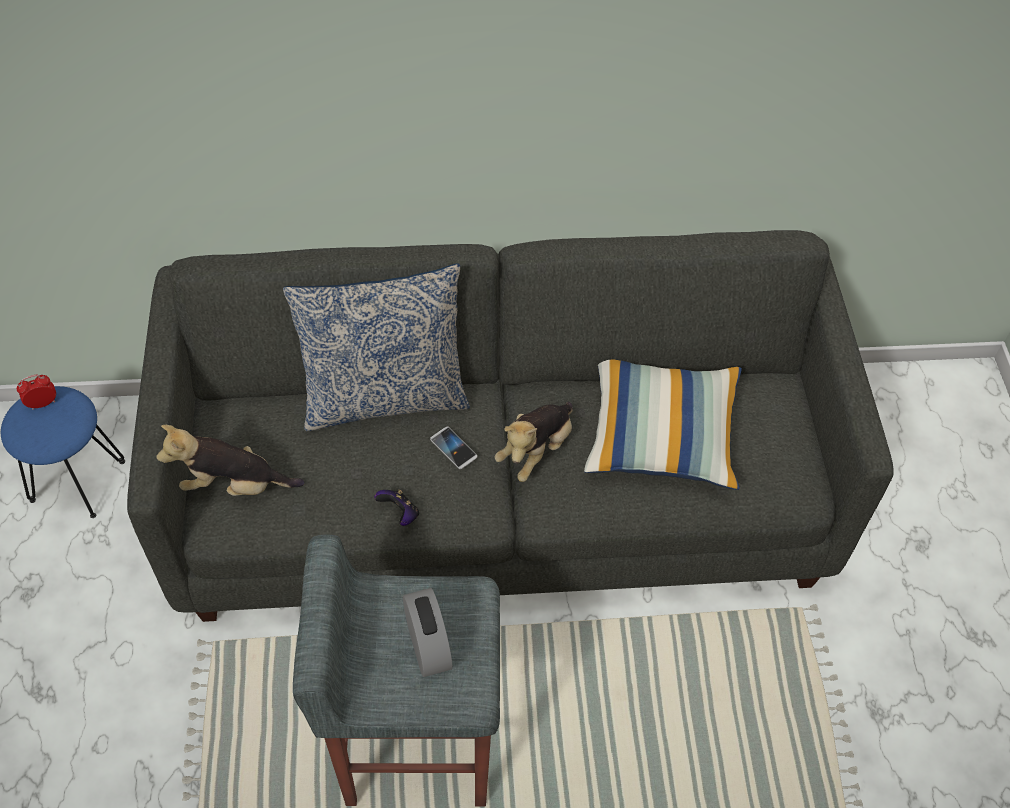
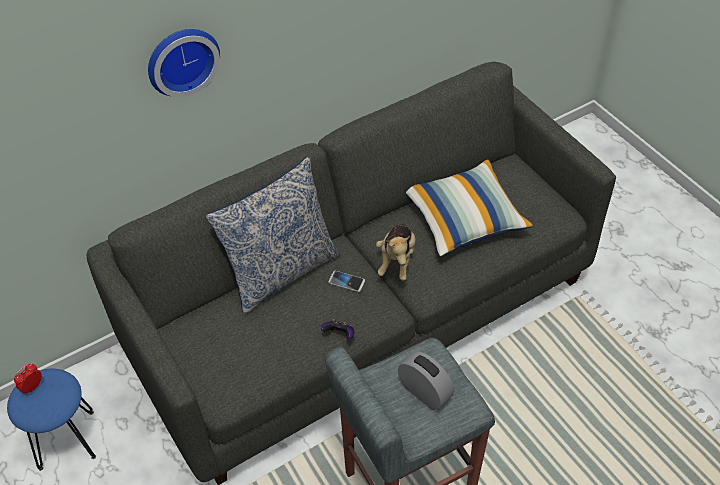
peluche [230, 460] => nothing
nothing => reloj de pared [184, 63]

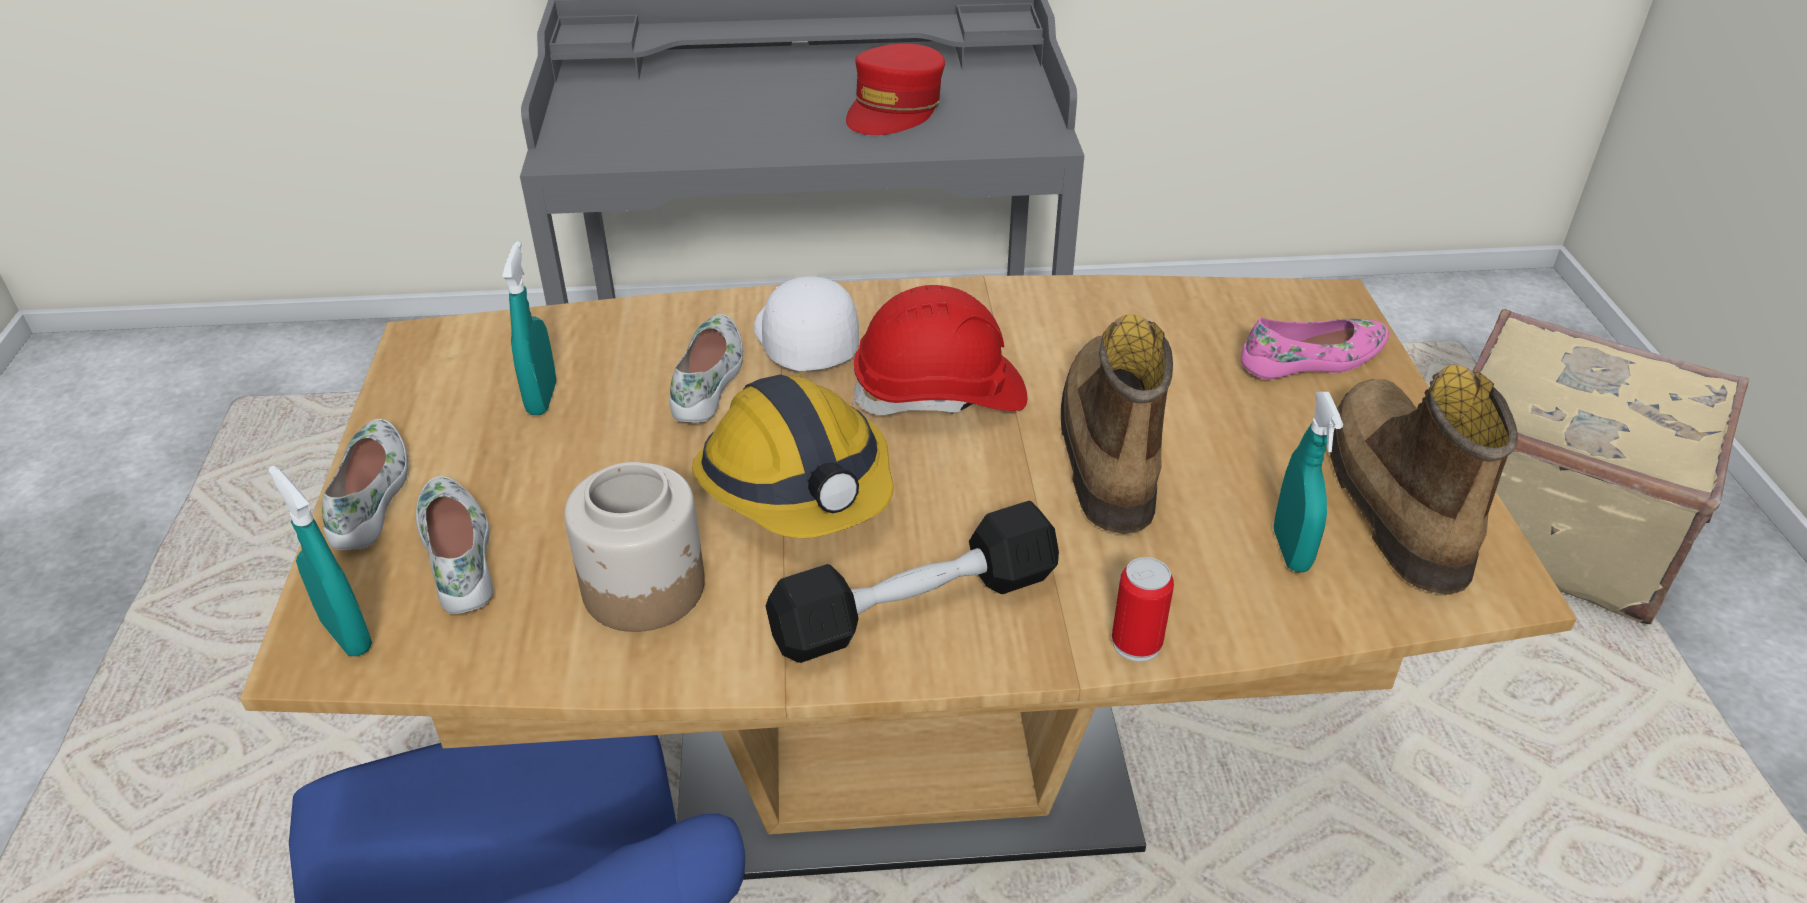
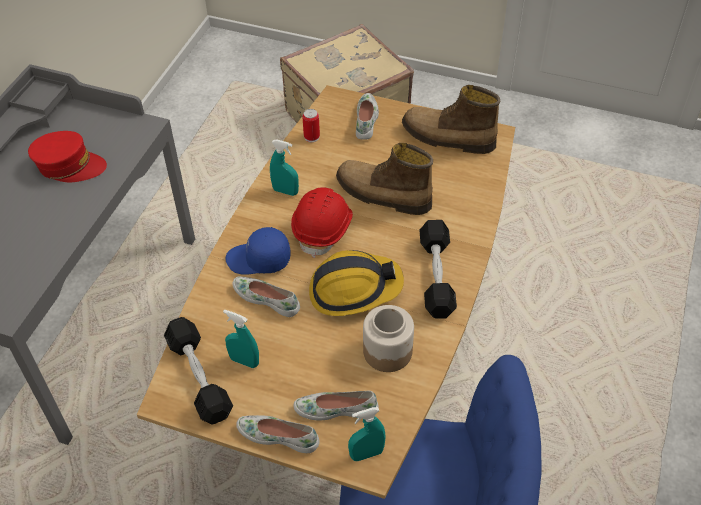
gorra [blanco] [806, 323] => gorra [azul] [258, 251]
gorra [rojo] [895, 89] => gorra [rojo] [67, 157], 45 degrees counterclockwise
lata [1143, 609] => lata [311, 125], moved
zapato [rosa] [1315, 348] => zapato [blanco] [367, 116]
pulverizador [turquesa] [1308, 482] => pulverizador [turquesa] [284, 167], moved
nothing => mancuerna [negro] [198, 370]

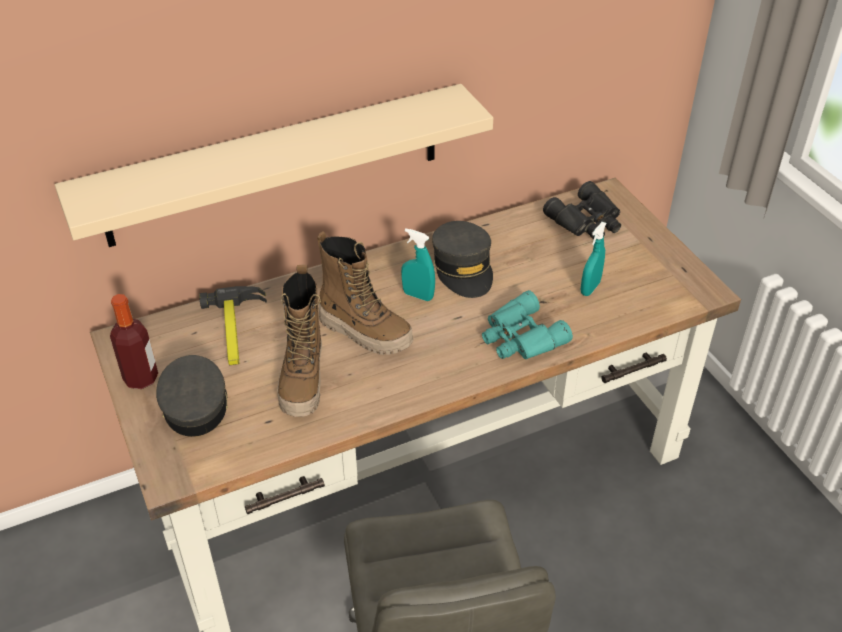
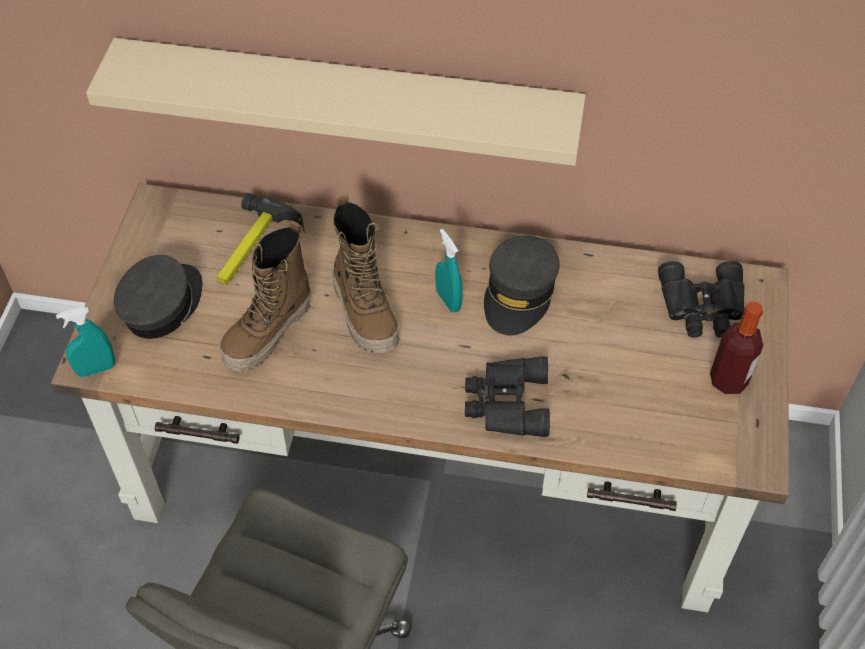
botella [134, 341] => botella [736, 348], moved
prismáticos [turquesa] [527, 324] => prismáticos [negro] [507, 396]
pulverizador [turquesa] [594, 259] => pulverizador [turquesa] [85, 342], moved

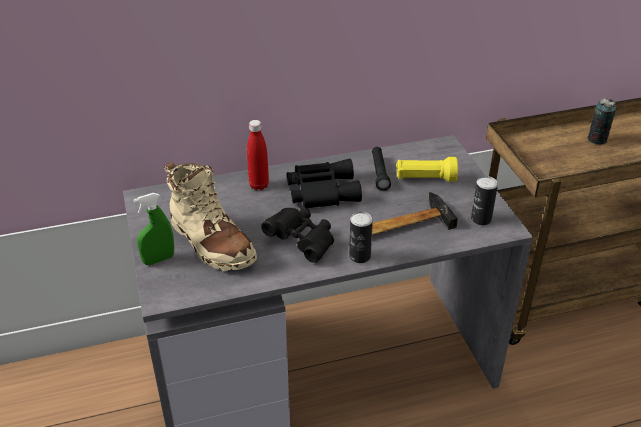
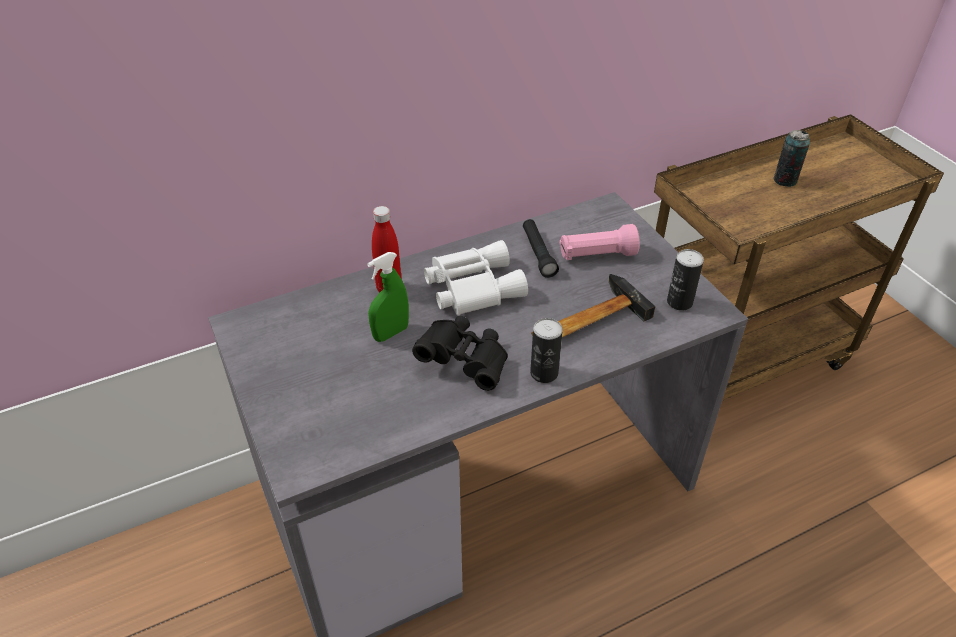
pulverizador [verde] [153, 229] => pulverizador [verde] [388, 297], moved
bota [beis] [210, 216] => nothing
prismáticos [negro] [324, 183] => prismáticos [blanco] [476, 278]
linterna [amarillo] [427, 169] => linterna [rosa] [599, 242]

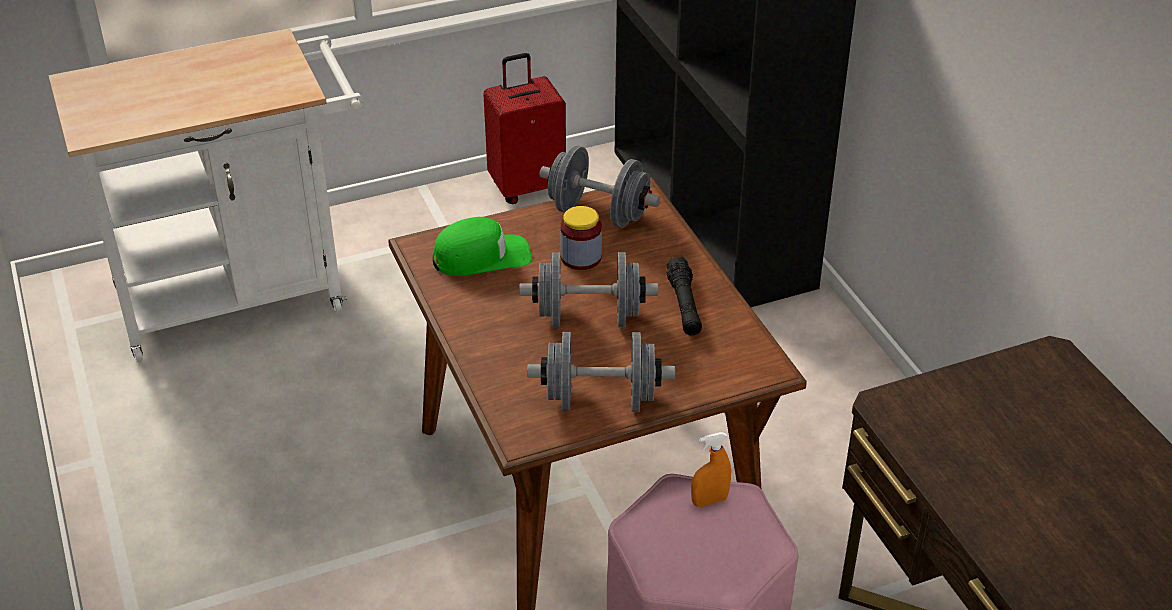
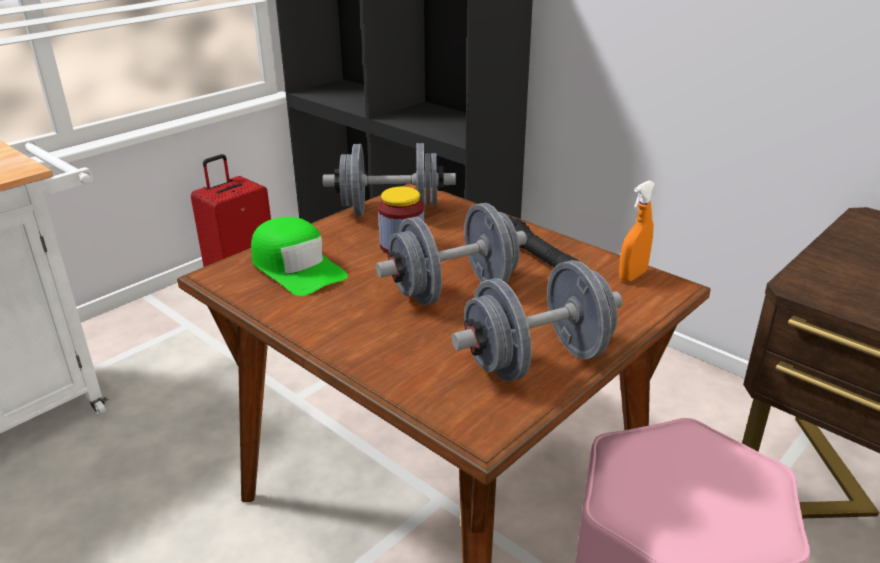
gorra [verde] [482, 246] => gorra [verde] [299, 256], 90 degrees clockwise
pulverizador [naranja] [711, 469] => pulverizador [naranja] [637, 231], moved

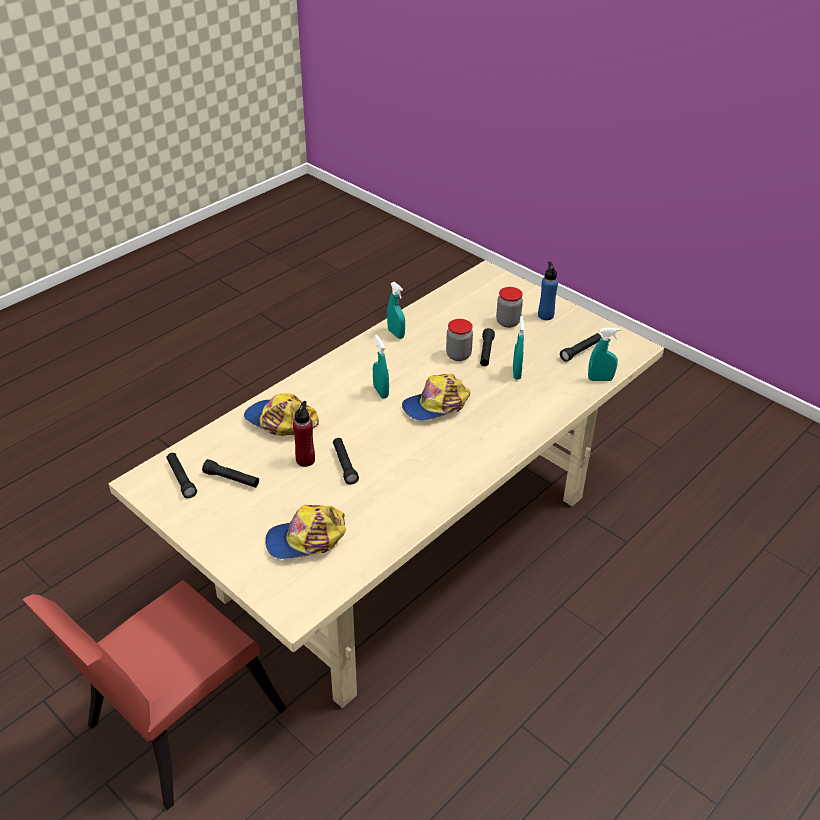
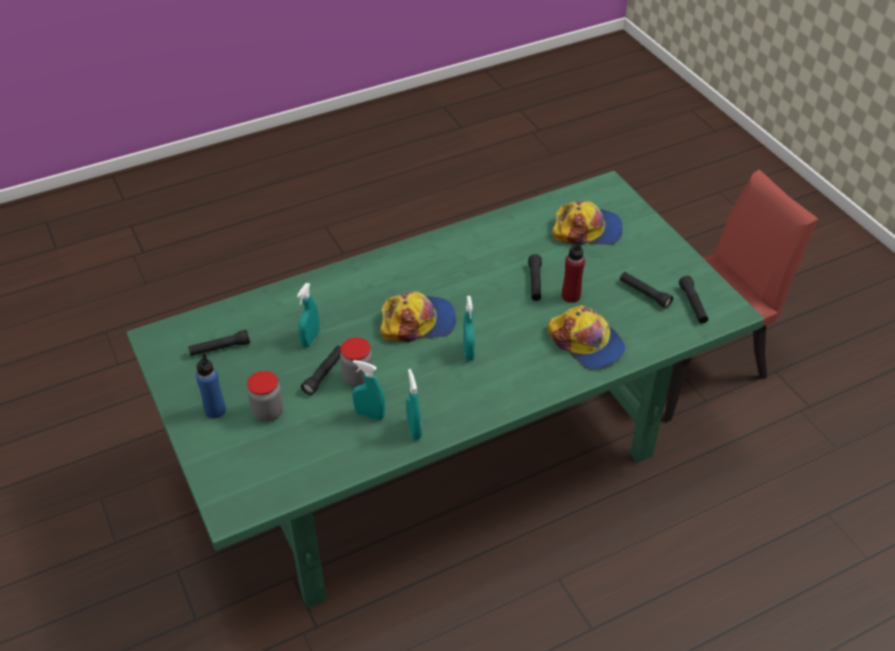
mesa de comedor [beis] [386, 484] => mesa de comedor [verde] [445, 389]
pulverizador [turquesa] [604, 354] => pulverizador [turquesa] [368, 390], moved

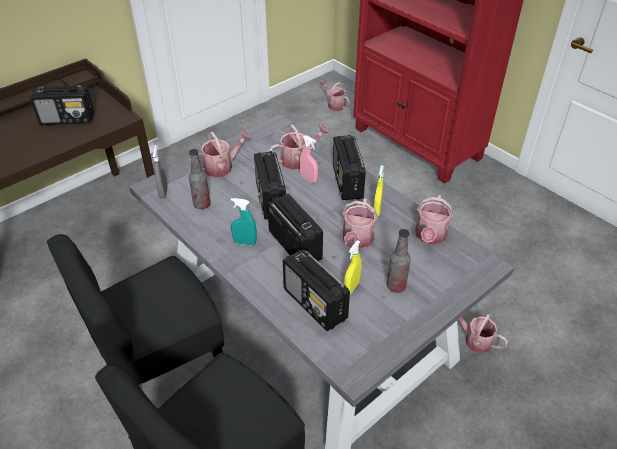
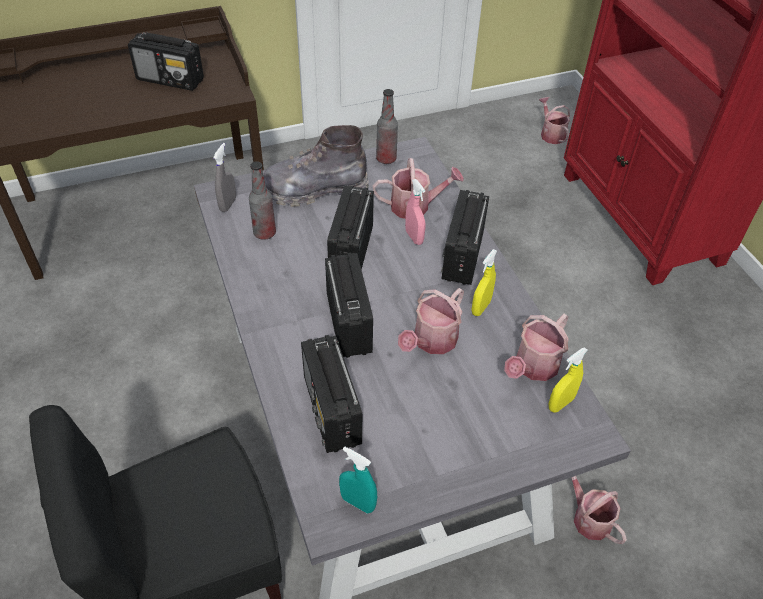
silla [negro] [135, 309] => nothing
regadera [220, 153] => bota [gris] [316, 166]
pulverizador [turquesa] [244, 221] => pulverizador [turquesa] [358, 480], moved
pulverizador [amarillo] [352, 267] => pulverizador [amarillo] [568, 380], moved
botella [399, 261] => botella [387, 126], moved

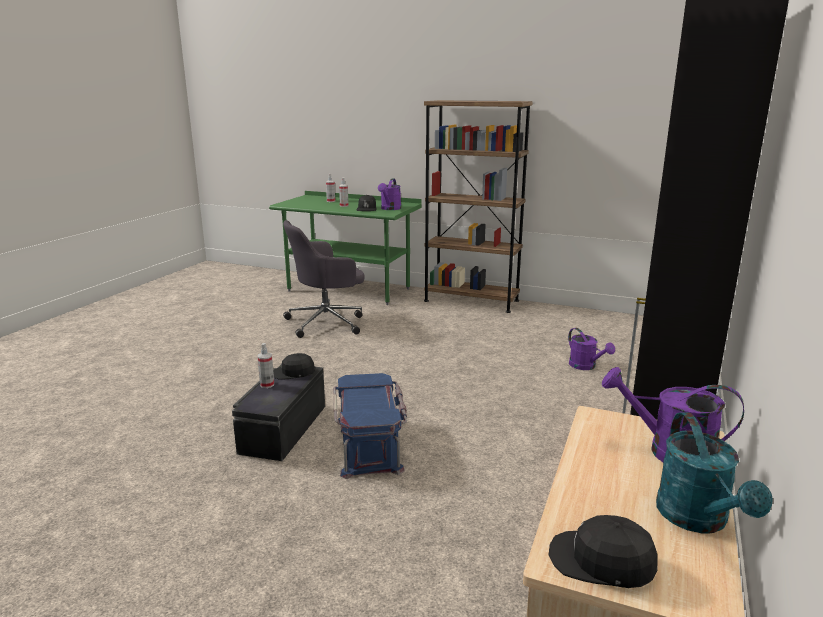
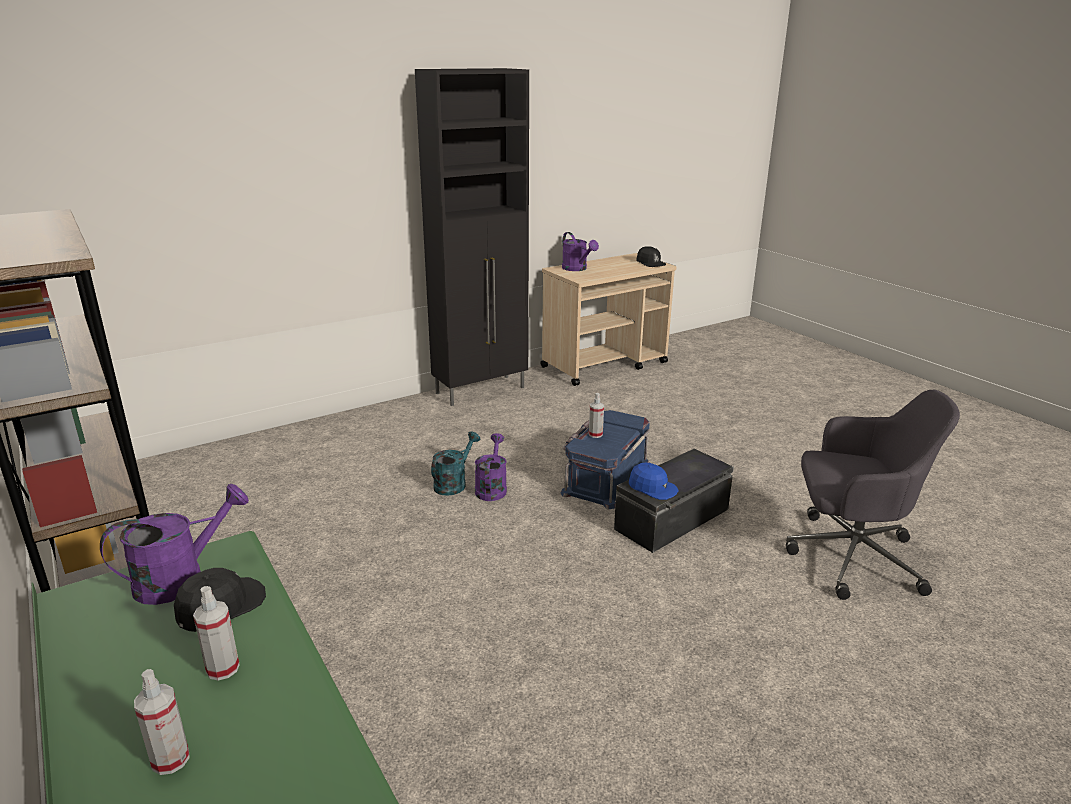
pulverizador [265, 365] => pulverizador [596, 415], moved
gorra [negro] [294, 366] => gorra [azul] [654, 481]
silla de oficina [gris] [324, 279] => silla de oficina [gris] [873, 495], moved
regadera [morado] [591, 349] => regadera [morado] [491, 467], moved
regadera [turquesa] [714, 473] => regadera [turquesa] [455, 463], moved

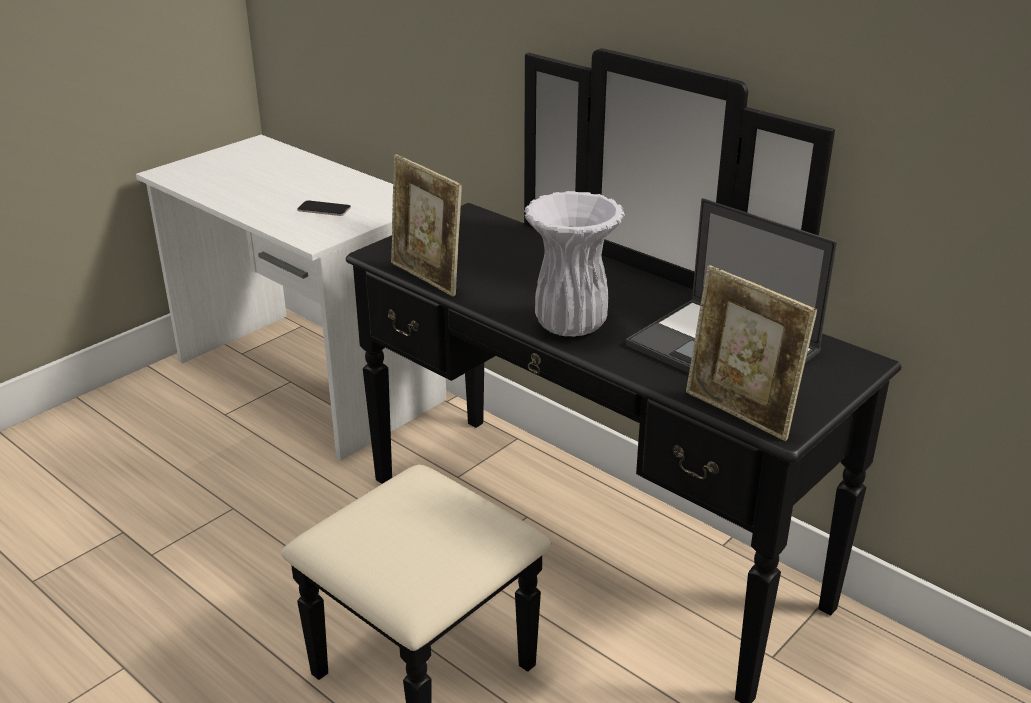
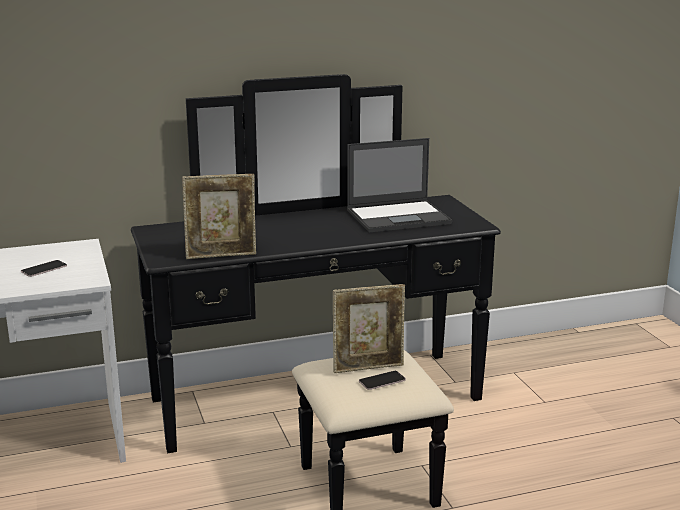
florero [blanco] [574, 264] => nothing
portarretratos [751, 353] => portarretratos [369, 328], moved
nothing => móvil [382, 380]

